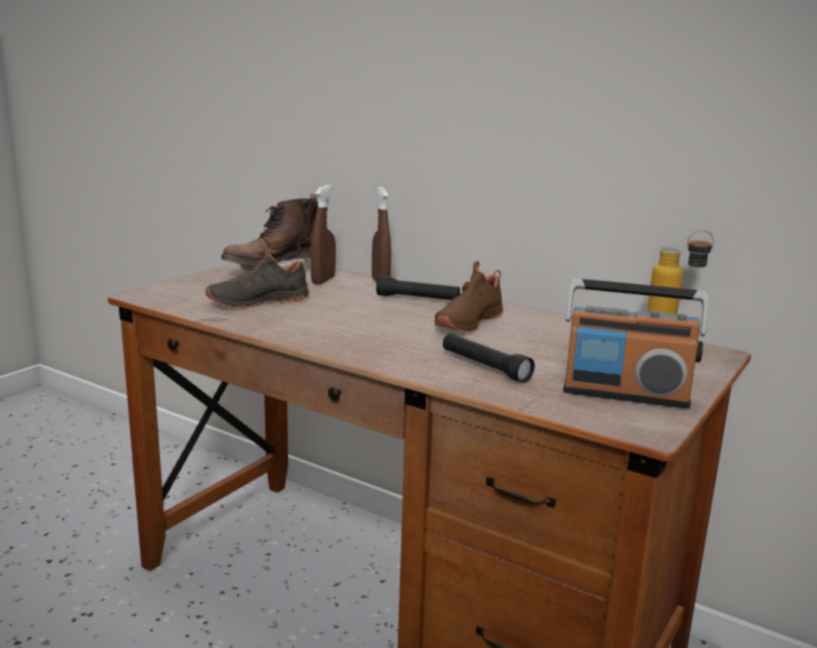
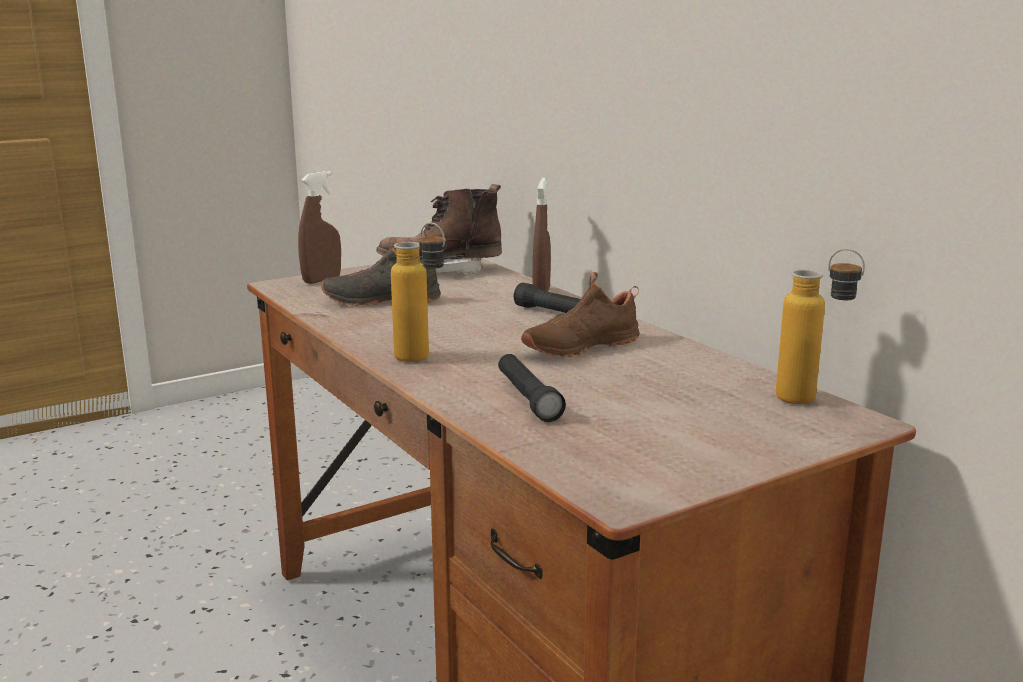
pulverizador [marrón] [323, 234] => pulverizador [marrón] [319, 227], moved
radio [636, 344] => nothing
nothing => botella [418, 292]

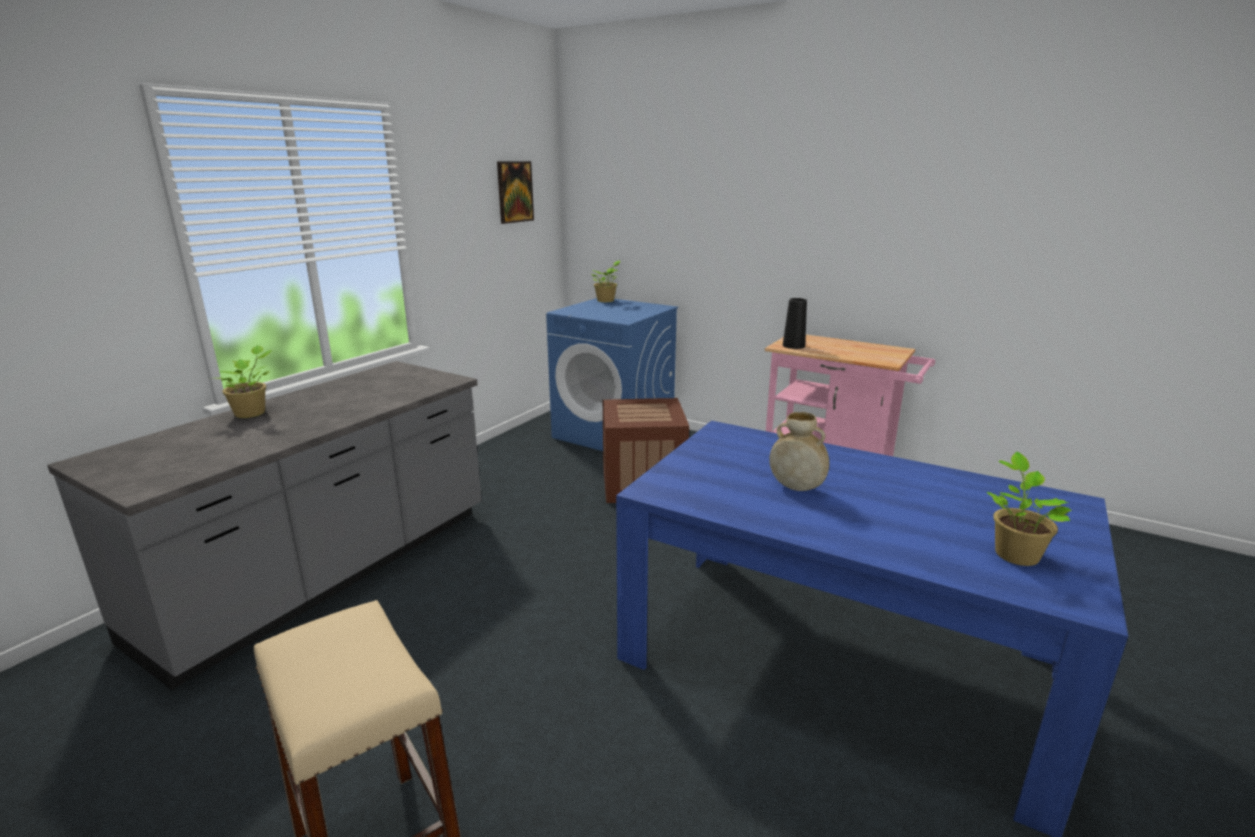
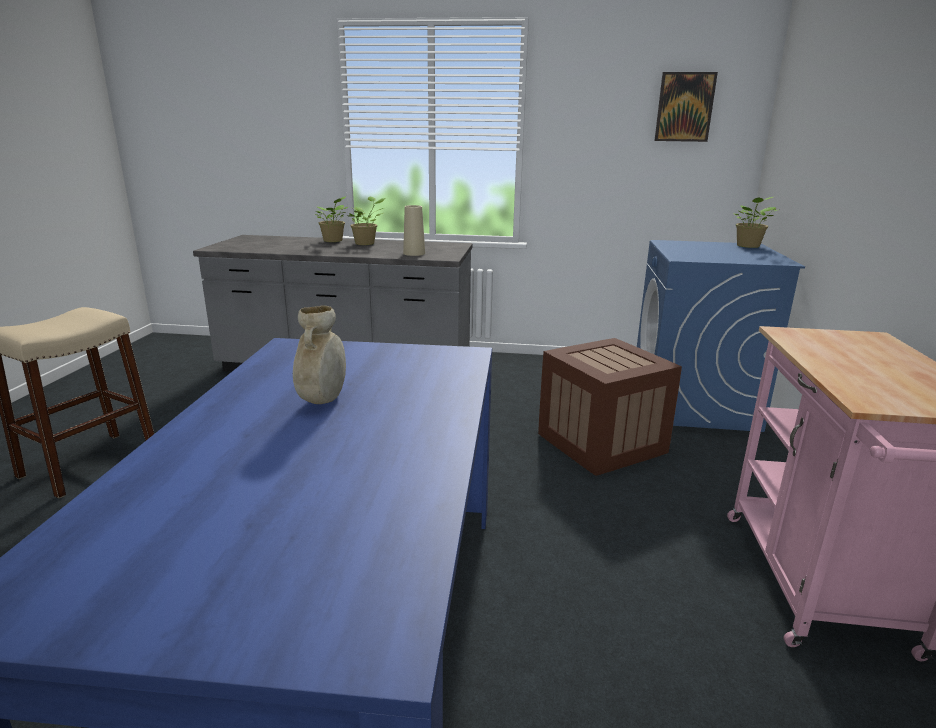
florero [negro] [795, 323] => nothing
planta en maceta [1029, 509] => planta en maceta [366, 221], moved
nothing => florero [beis] [414, 230]

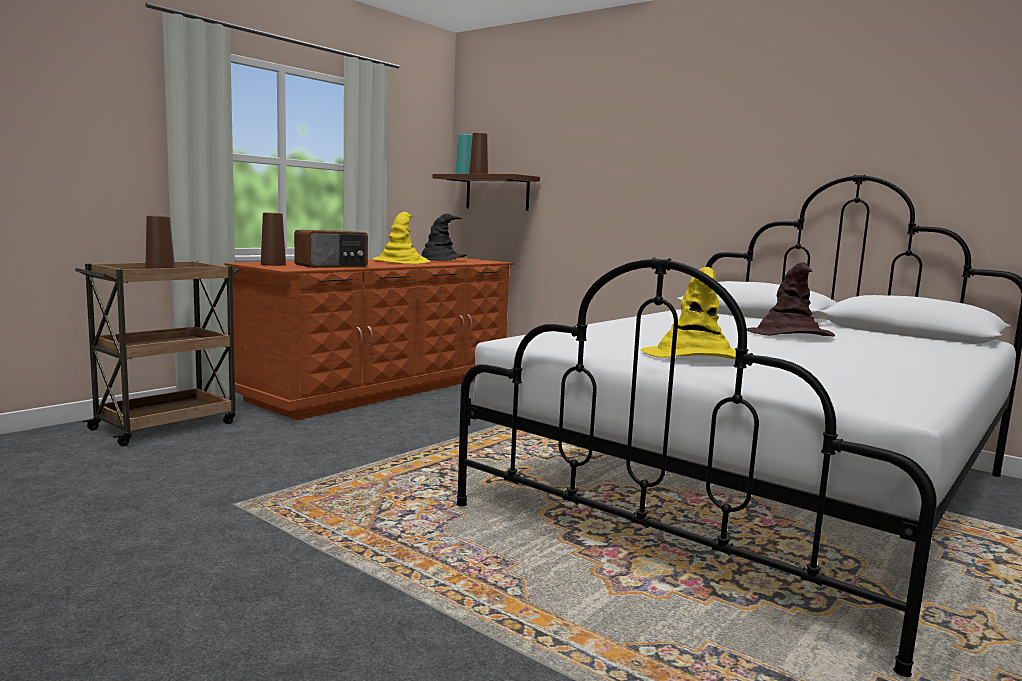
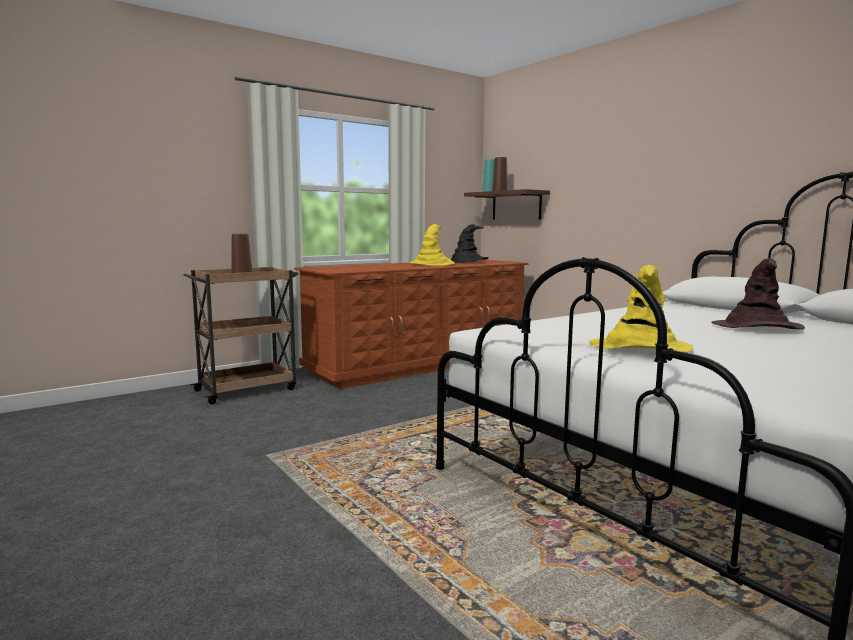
florero [marrón] [273, 239] => nothing
radio [331, 249] => nothing

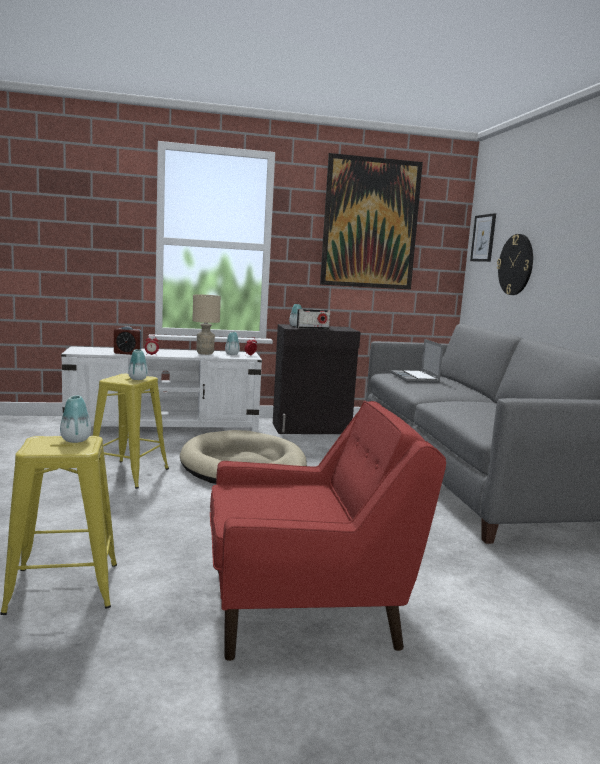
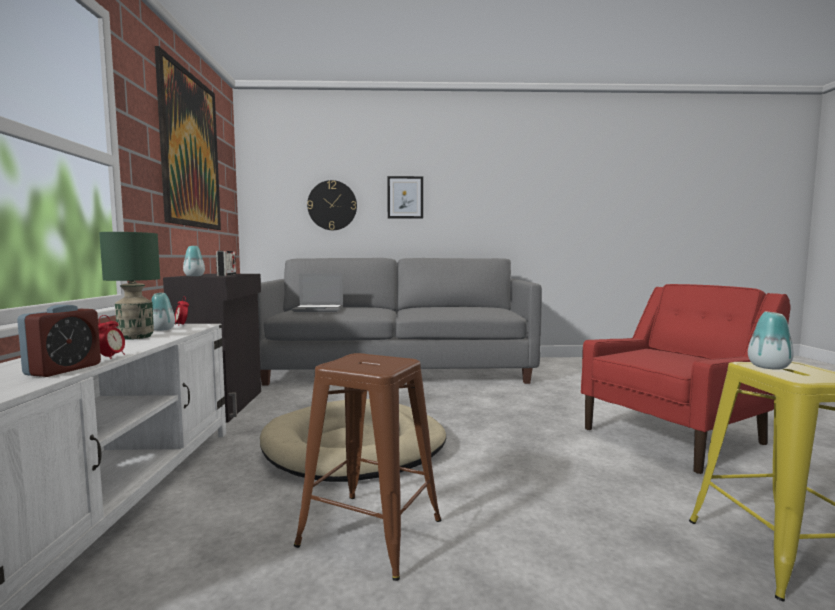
taburete [amarillo] [131, 431] => taburete [marrón] [367, 467]
florero [138, 364] => nothing
lámpara de mesa [beis] [206, 325] => lámpara de mesa [verde] [129, 286]
sillón [rojo] [328, 531] => sillón [rojo] [685, 379], 60 degrees clockwise
cuadro [483, 237] => cuadro [405, 197], moved

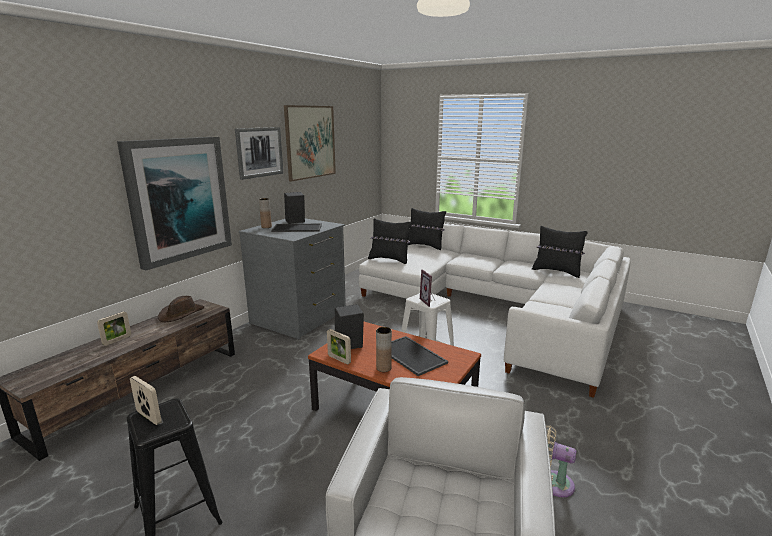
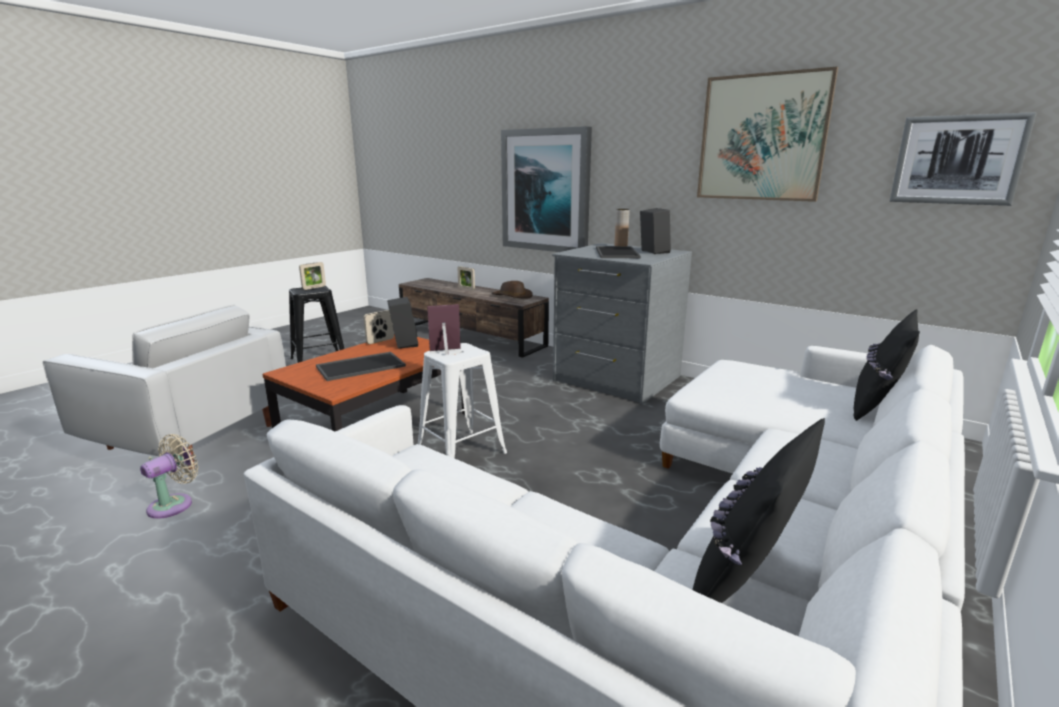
cuadro [259, 153] => cuadro [963, 159], moved
cojín [negro] [390, 241] => nothing
florero [marrón] [384, 349] => nothing

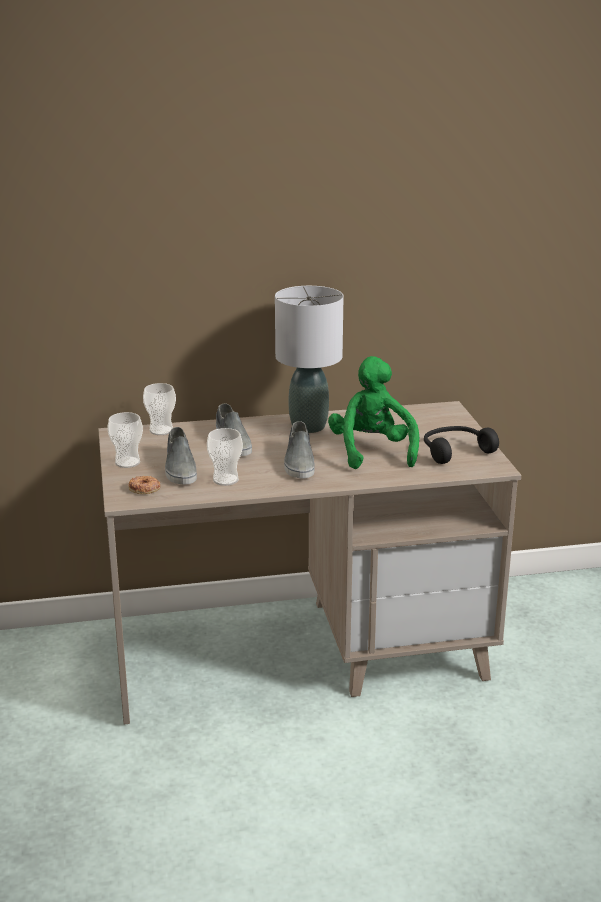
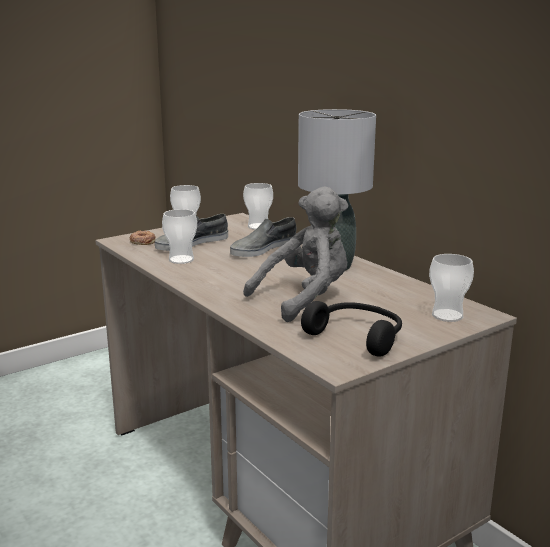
zapato [gris] [299, 449] => nothing
peluche [verde] [373, 412] => peluche [gris] [296, 254]
nothing => taza [451, 288]

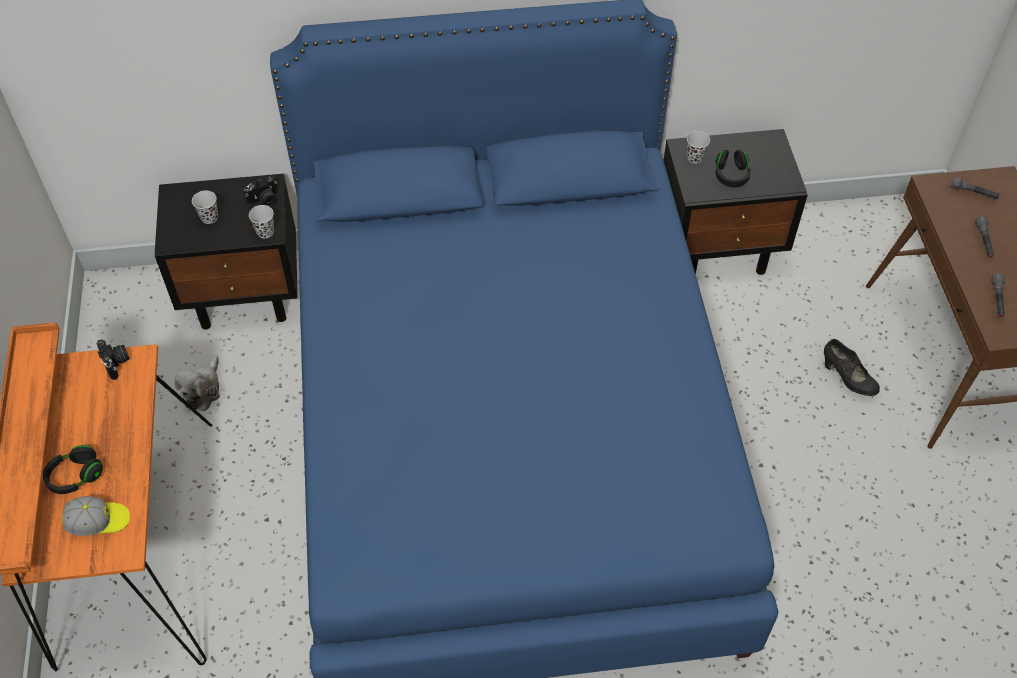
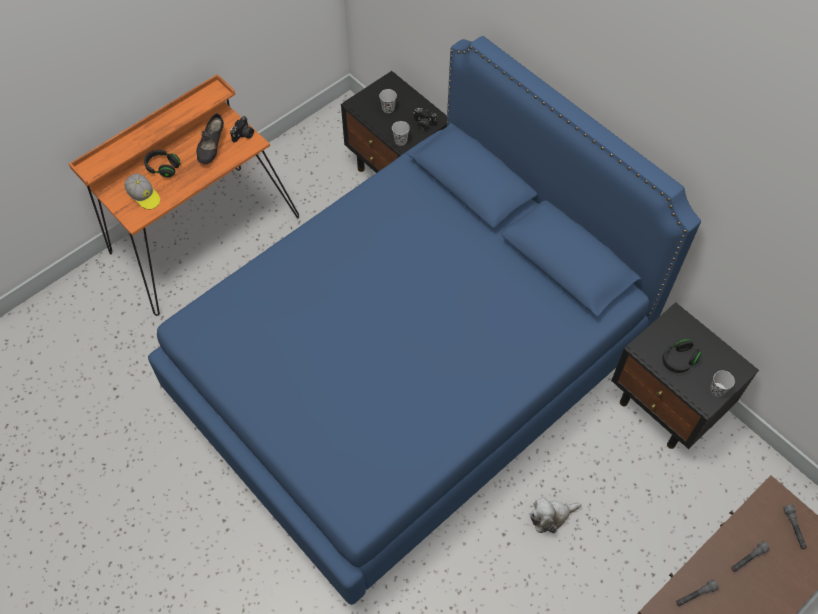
peluche [197, 383] => peluche [555, 515], moved
taza [negro] [698, 147] => taza [negro] [722, 384], moved
zapato [negro] [852, 367] => zapato [negro] [210, 139], moved

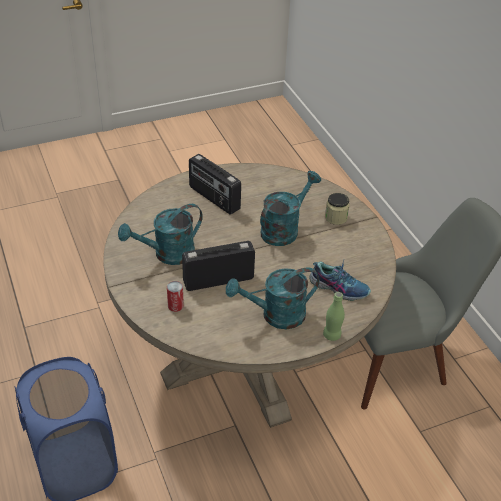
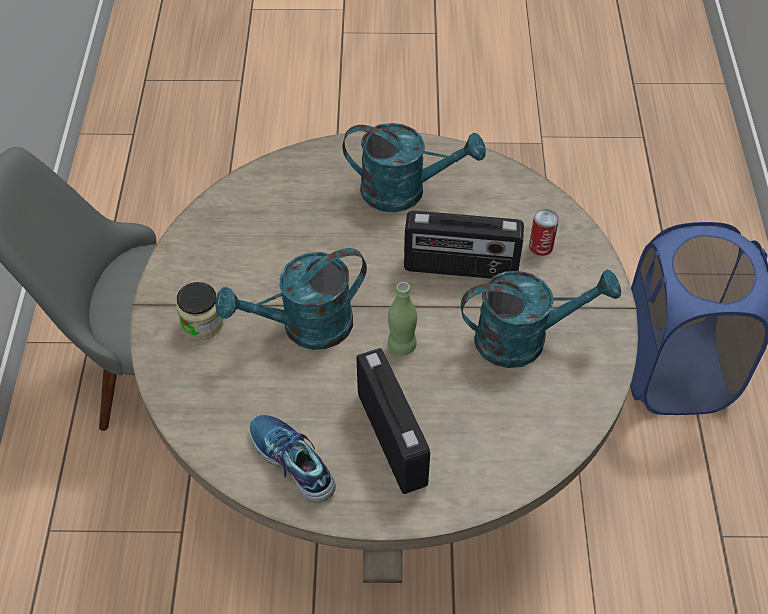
zapato [340, 280] => zapato [292, 459], moved
botella [verde] [334, 316] => botella [verde] [402, 318], moved

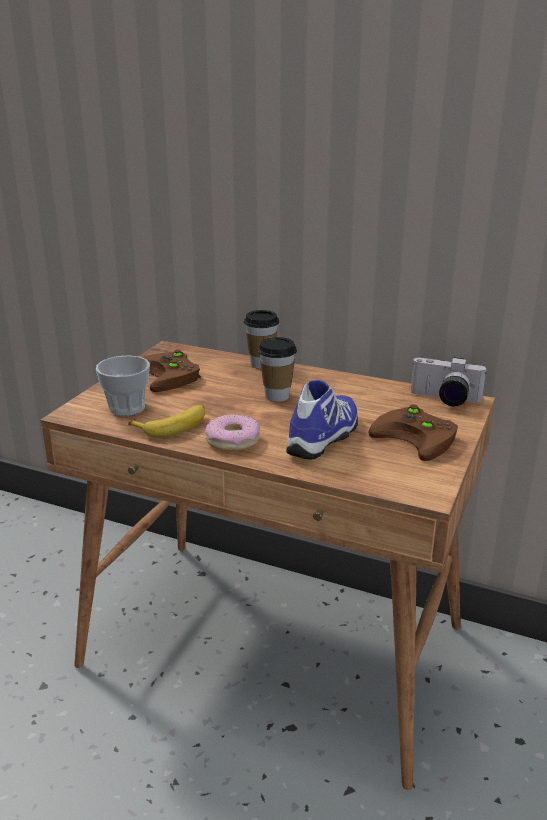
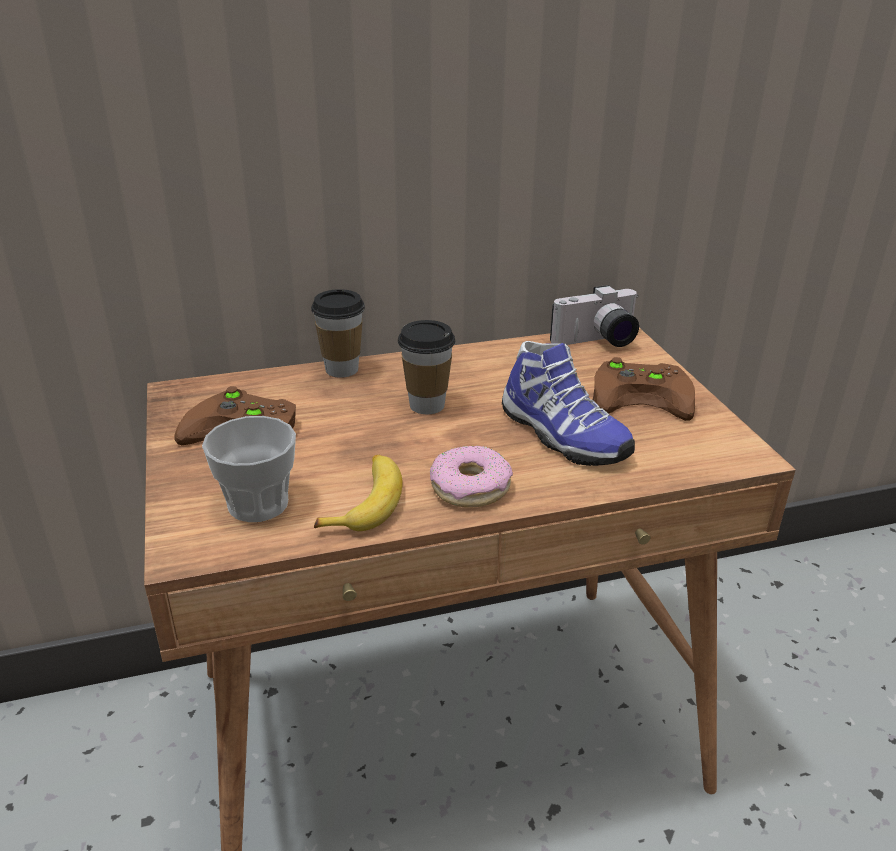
zapato [322, 420] => zapato [568, 403], 150 degrees clockwise

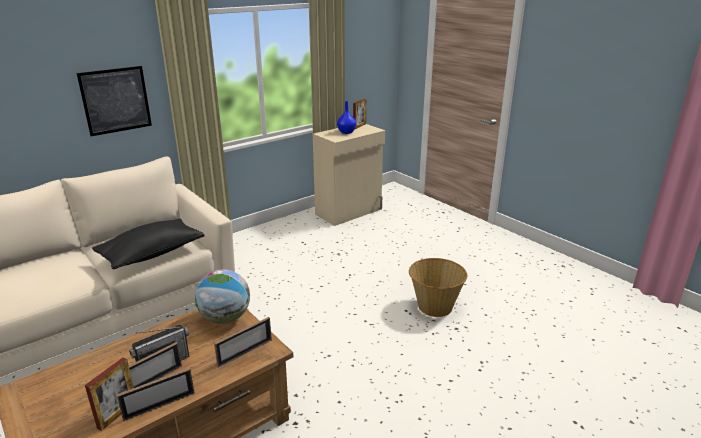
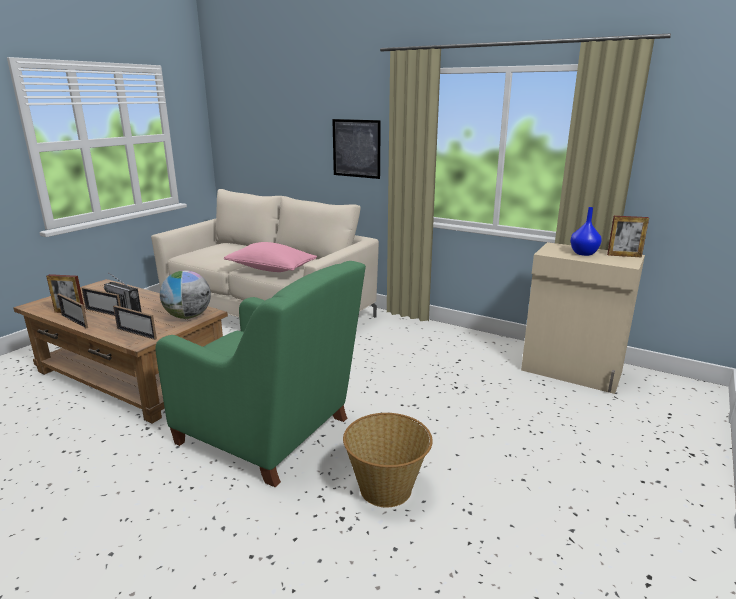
cojín [negro] [148, 244] => cojín [rosa] [270, 257]
nothing => sillón [verde] [260, 374]

